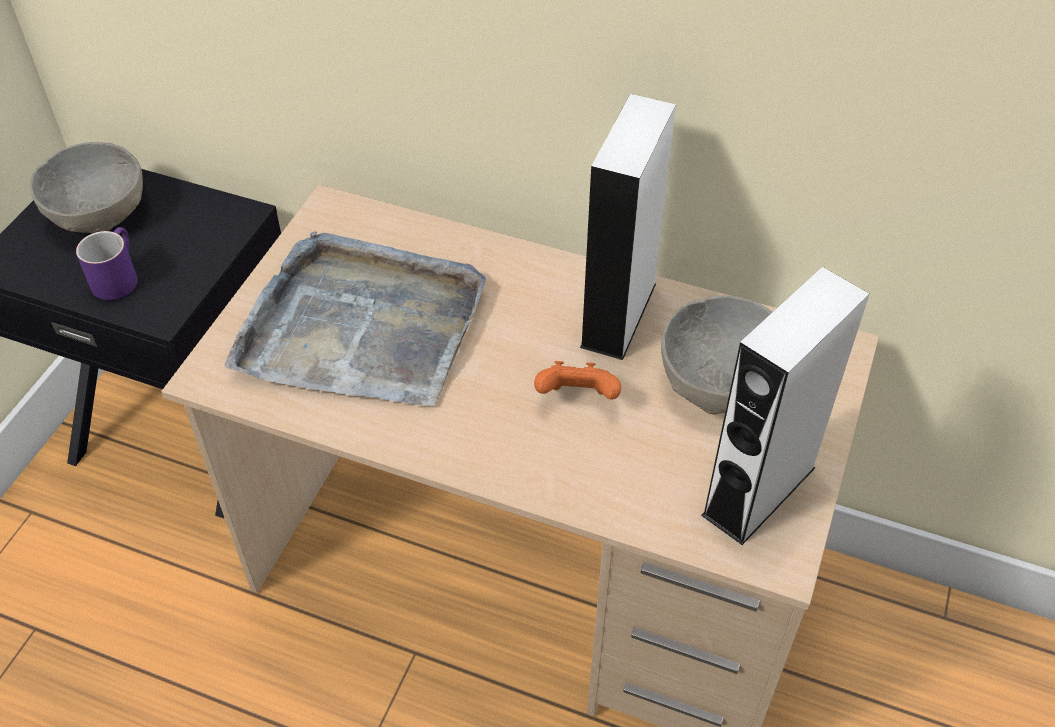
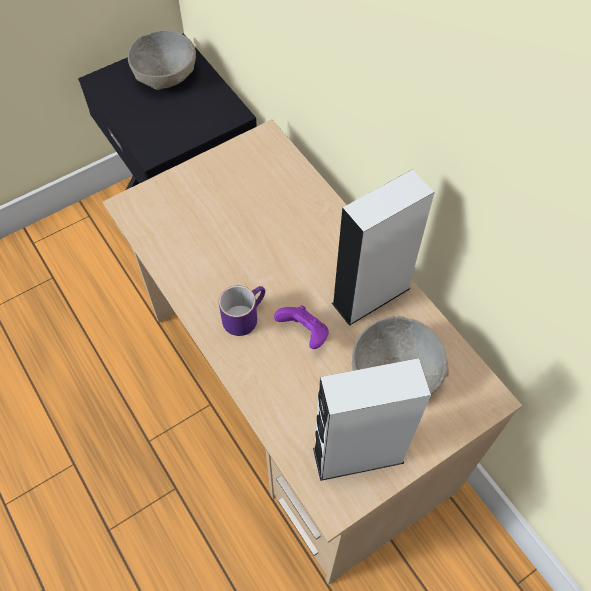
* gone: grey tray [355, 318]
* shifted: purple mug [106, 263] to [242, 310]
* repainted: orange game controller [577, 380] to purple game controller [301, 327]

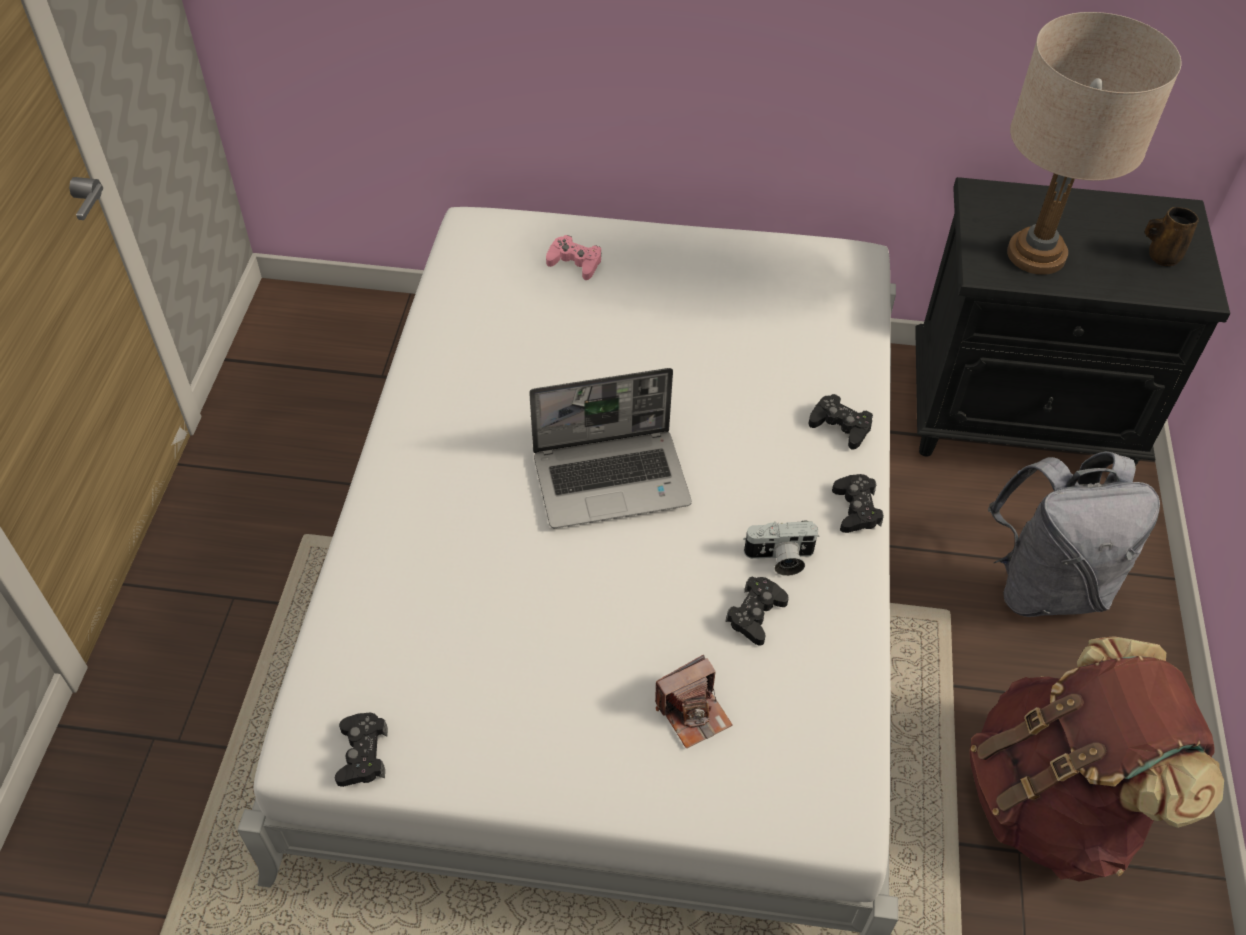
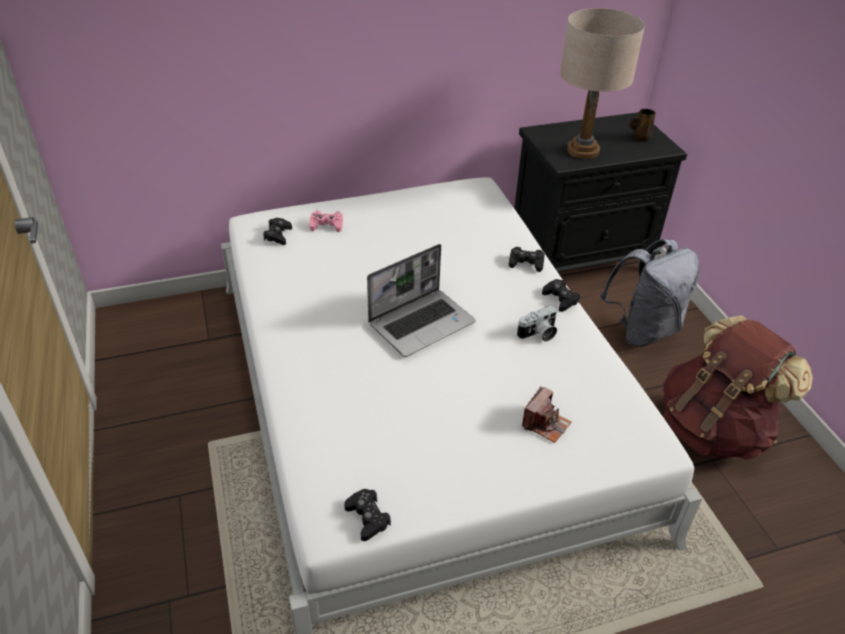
* shifted: black game controller [757, 611] to [277, 231]

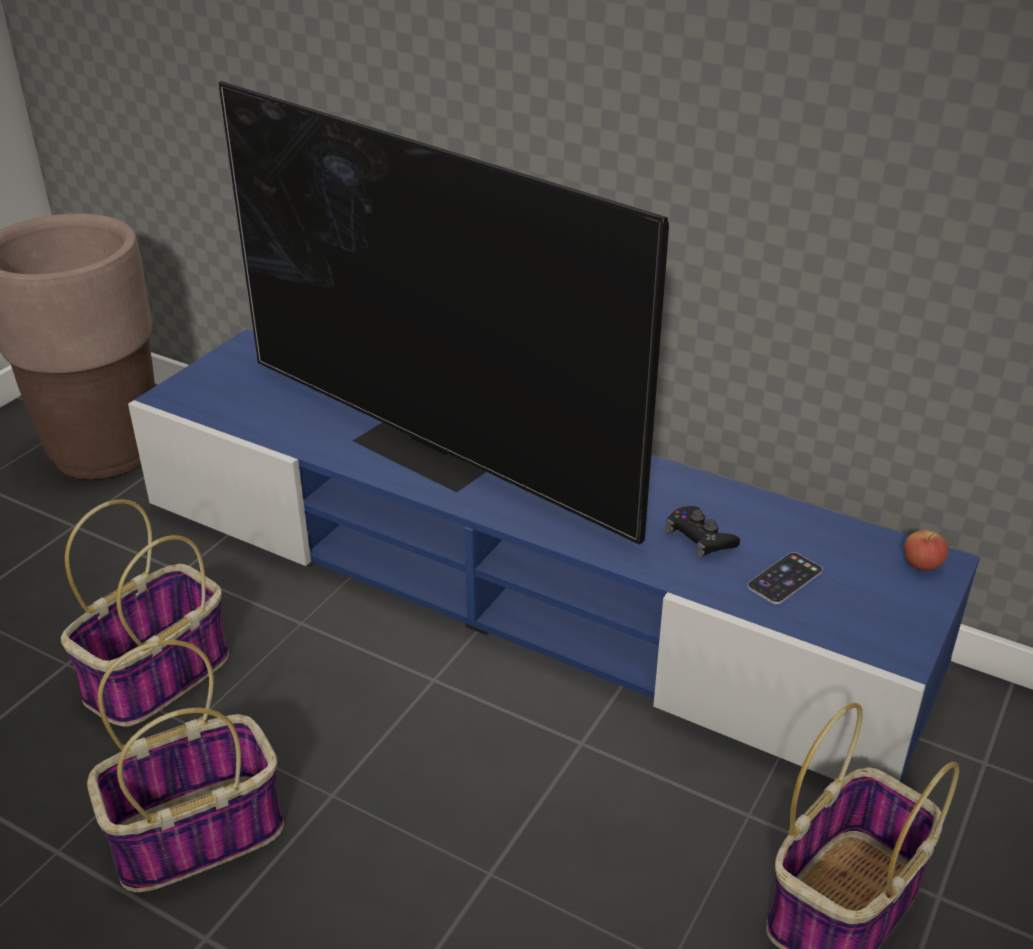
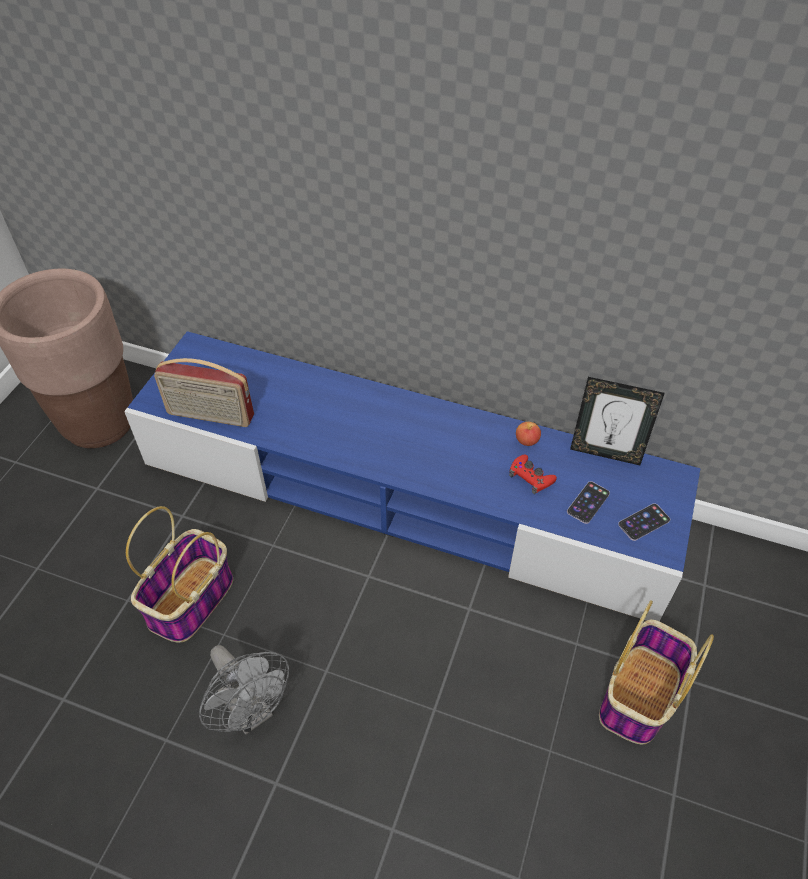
* gone: television [443, 313]
* new: radio [204, 392]
* new: picture frame [617, 421]
* new: phone [644, 522]
* shifted: apple [926, 550] to [528, 434]
* swapped: basket [185, 766] to grey fan [244, 690]
* repainted: black game controller [703, 532] to red game controller [533, 474]

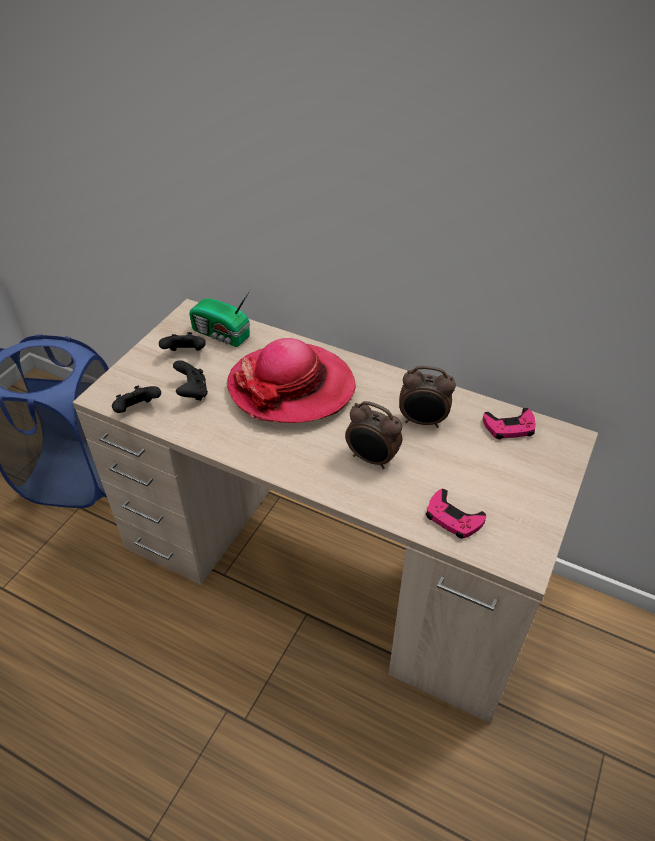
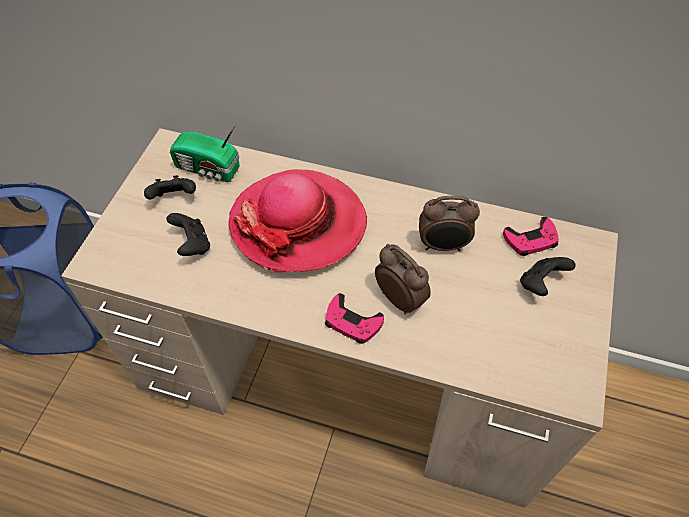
* shifted: black game controller [136, 399] to [548, 276]
* shifted: pink game controller [456, 514] to [354, 318]
* rotated: alarm clock [373, 435] = [403, 279] 150 degrees counterclockwise

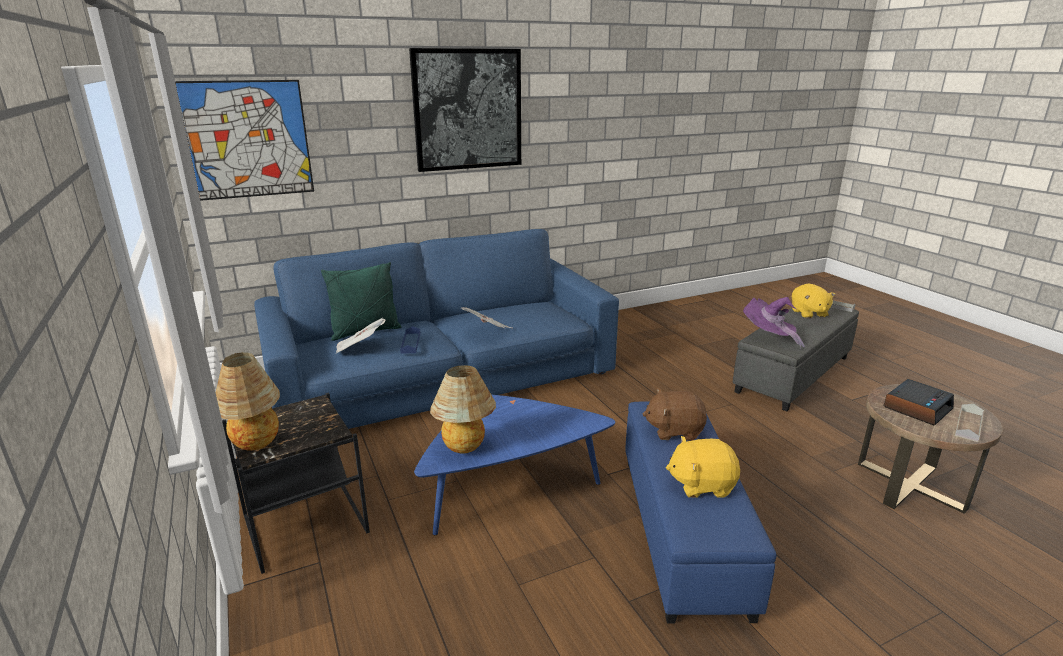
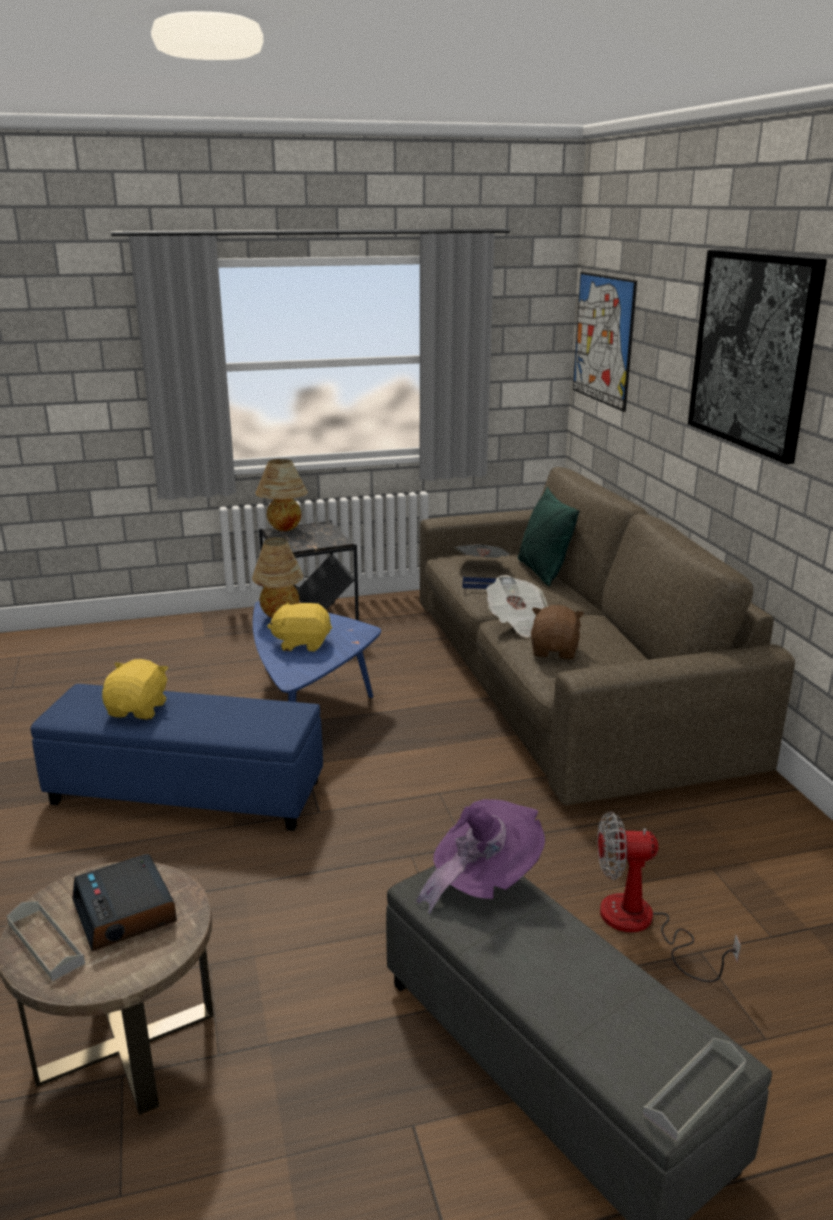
* new: fan [669, 897]
* shifted: brown plush toy [675, 414] to [557, 632]
* shifted: yellow plush toy [814, 300] to [299, 626]
* repainted: blue sofa [436, 329] to brown sofa [607, 636]

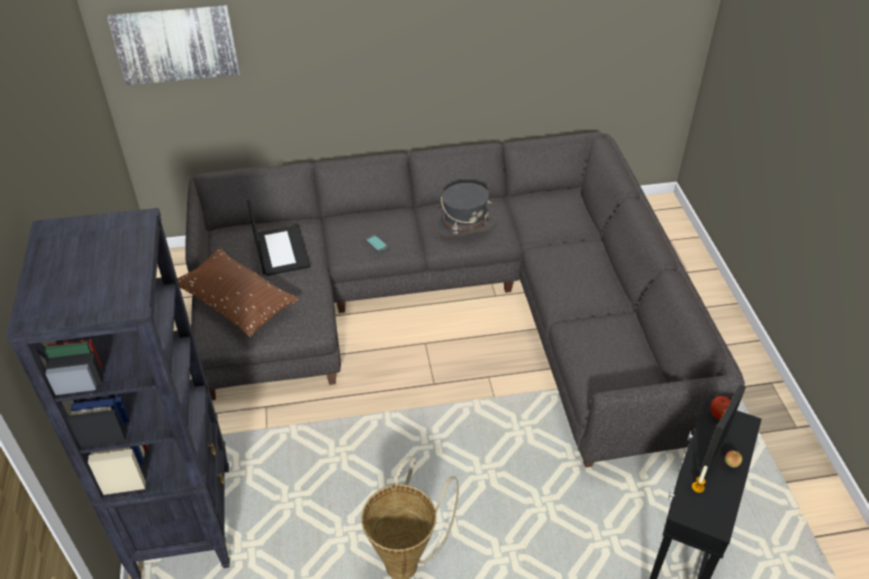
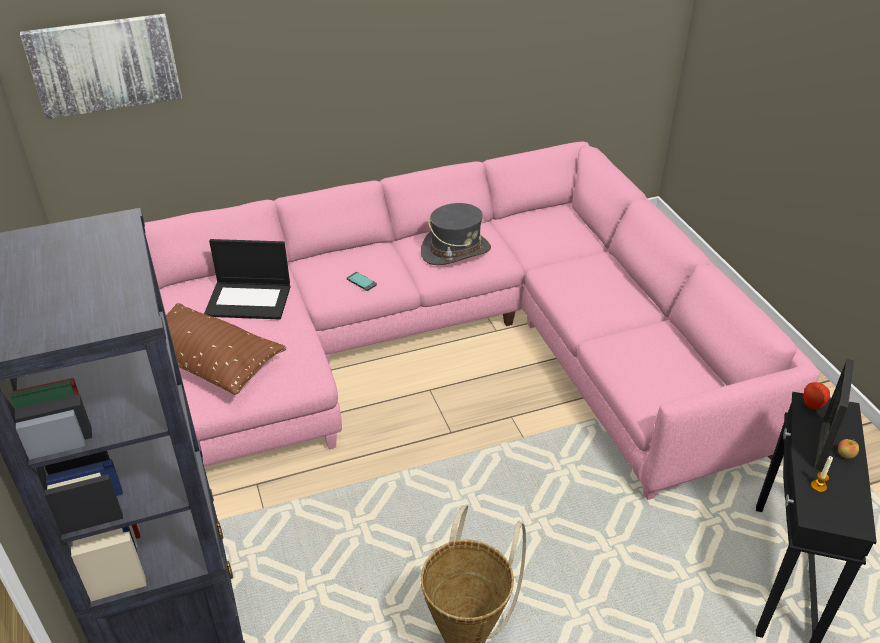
* repainted: grey sofa [465, 300] to pink sofa [482, 320]
* rotated: laptop [279, 238] = [247, 279] 120 degrees clockwise

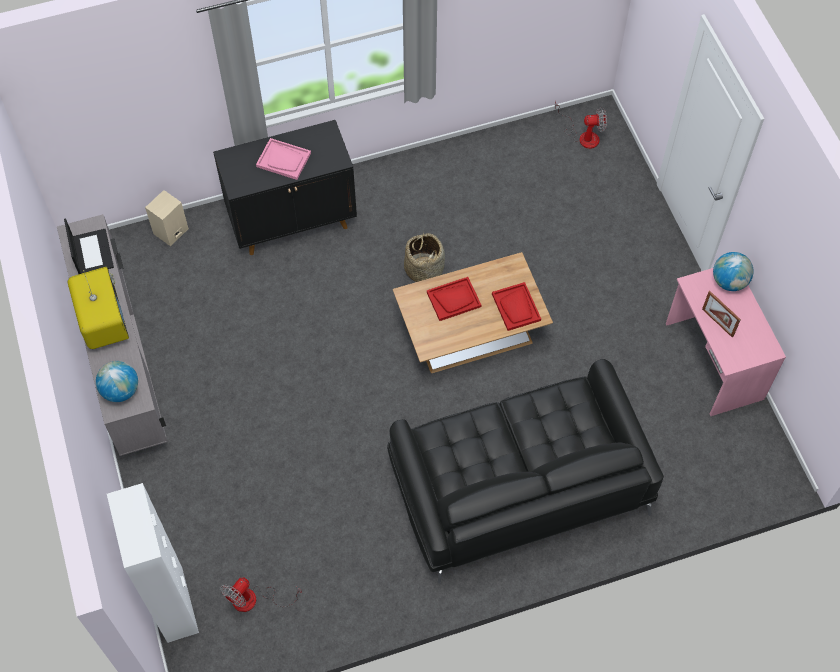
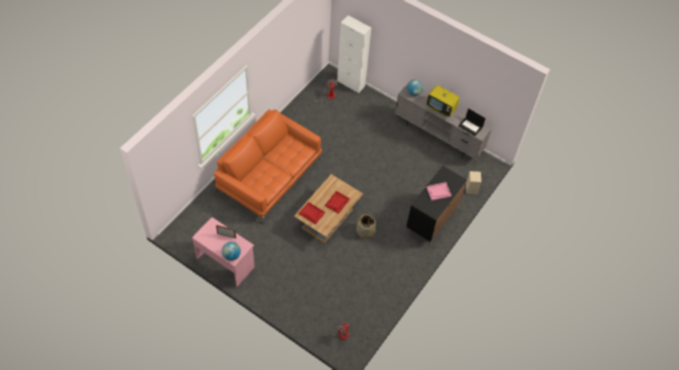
* repainted: black sofa [525, 471] to orange sofa [268, 166]

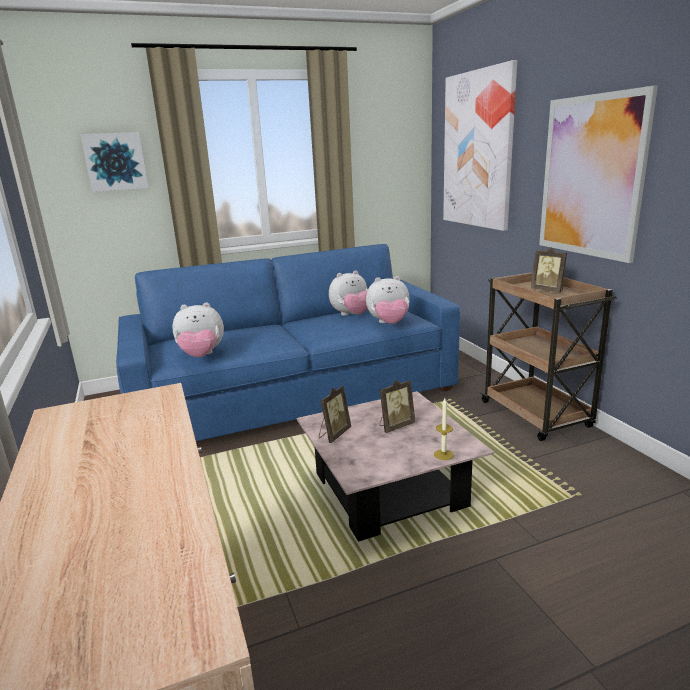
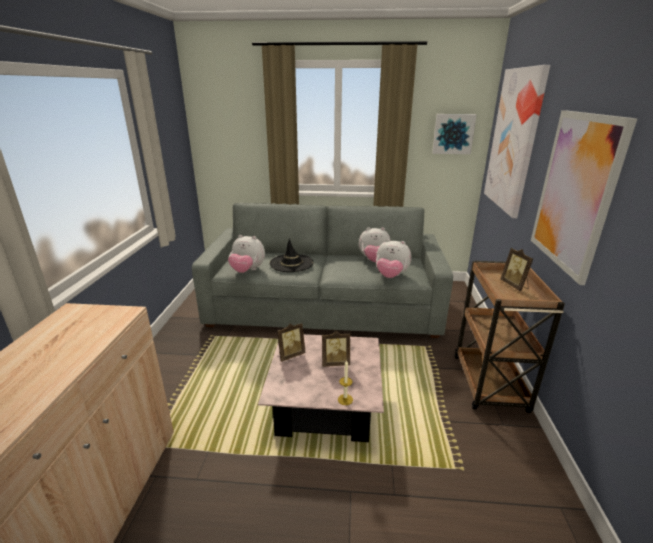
* new: black hat [292, 255]
* shifted: picture [115, 162] to [454, 134]
* repainted: blue sofa [288, 342] to grey sofa [322, 270]

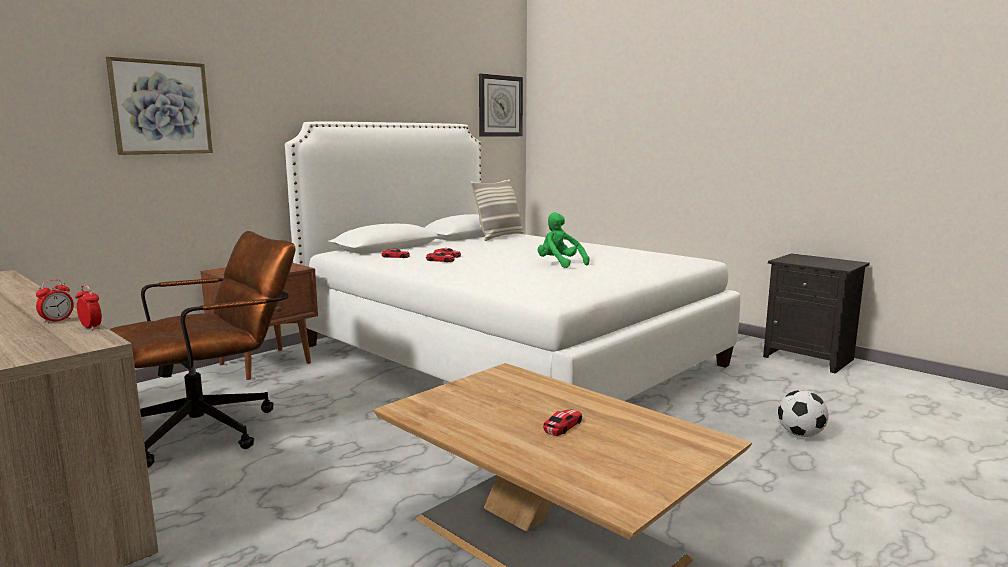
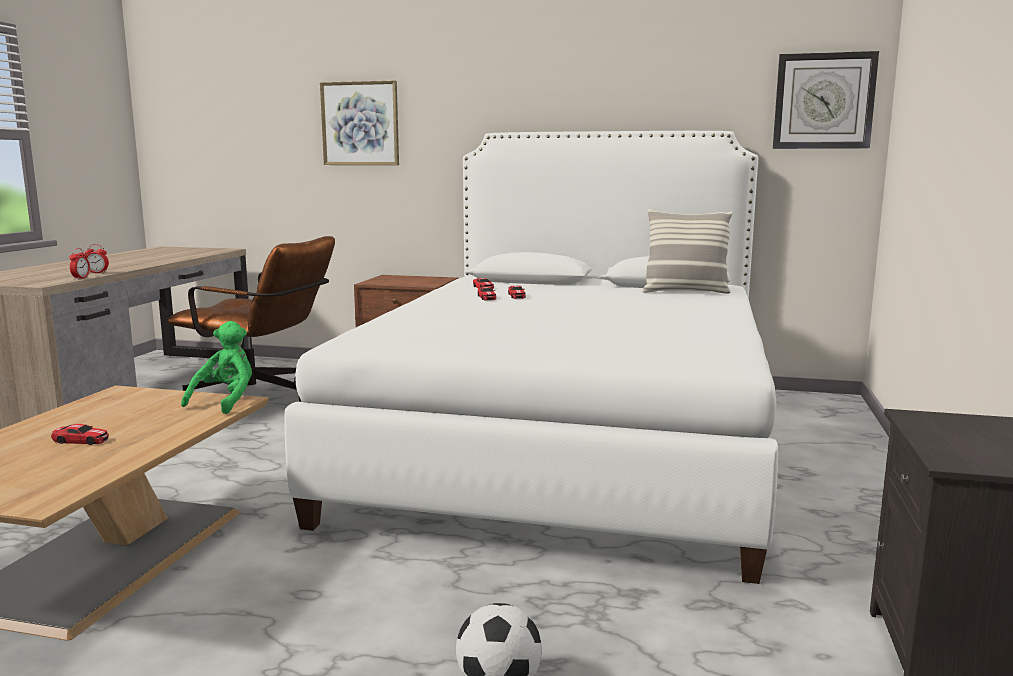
* shifted: green plush toy [564, 240] to [216, 367]

